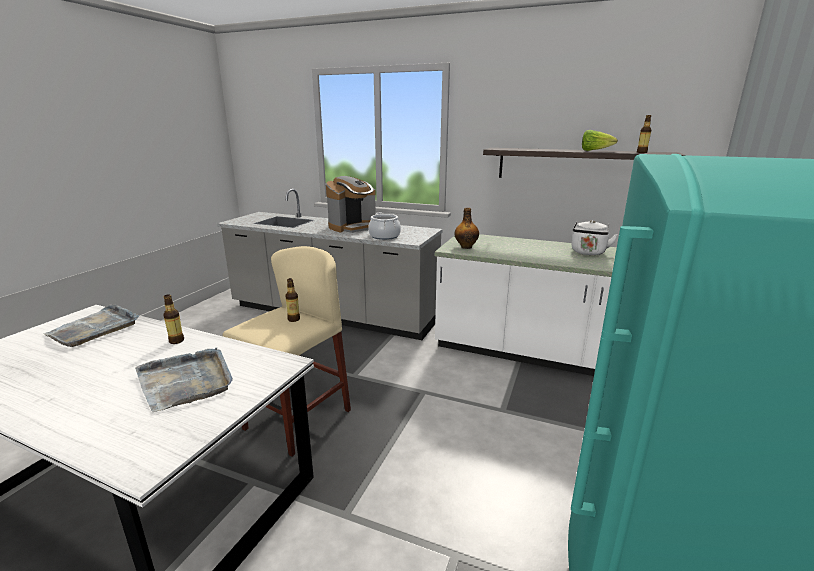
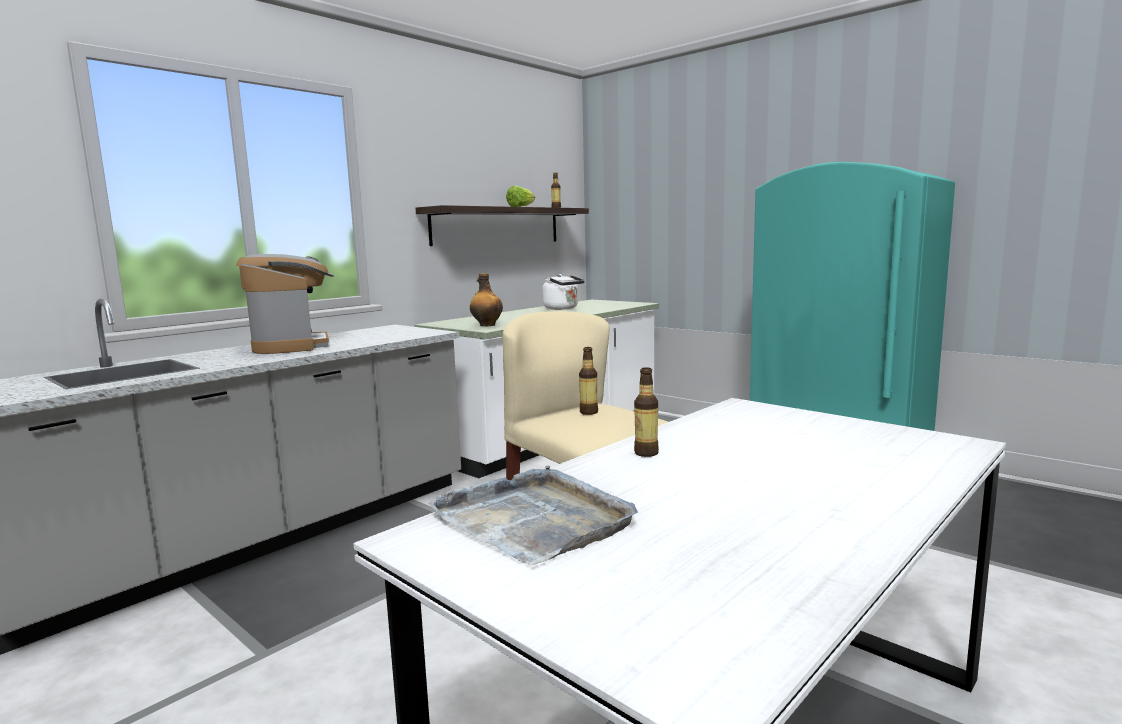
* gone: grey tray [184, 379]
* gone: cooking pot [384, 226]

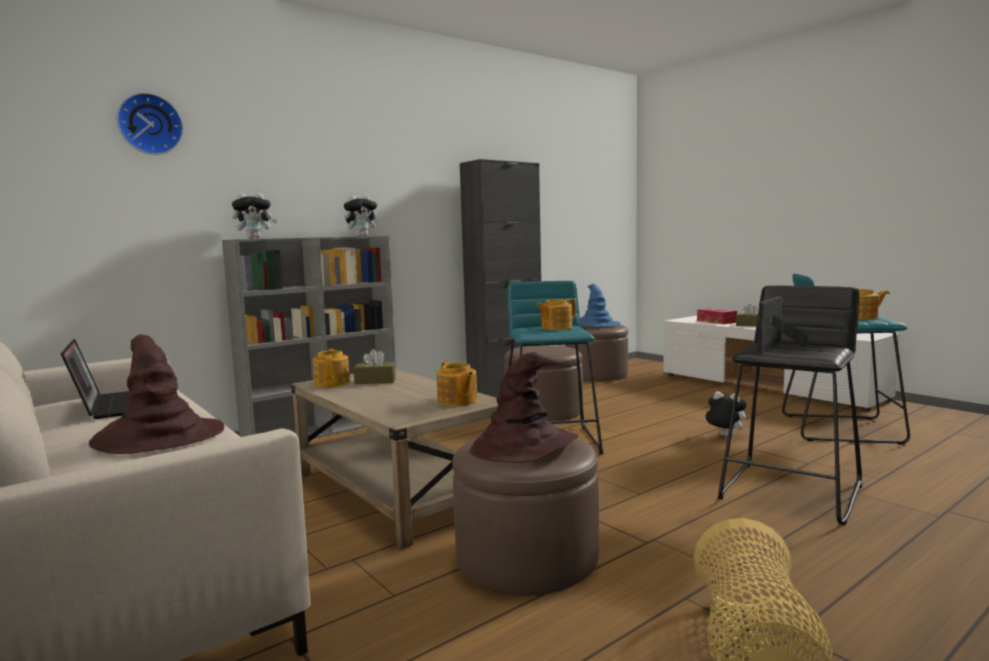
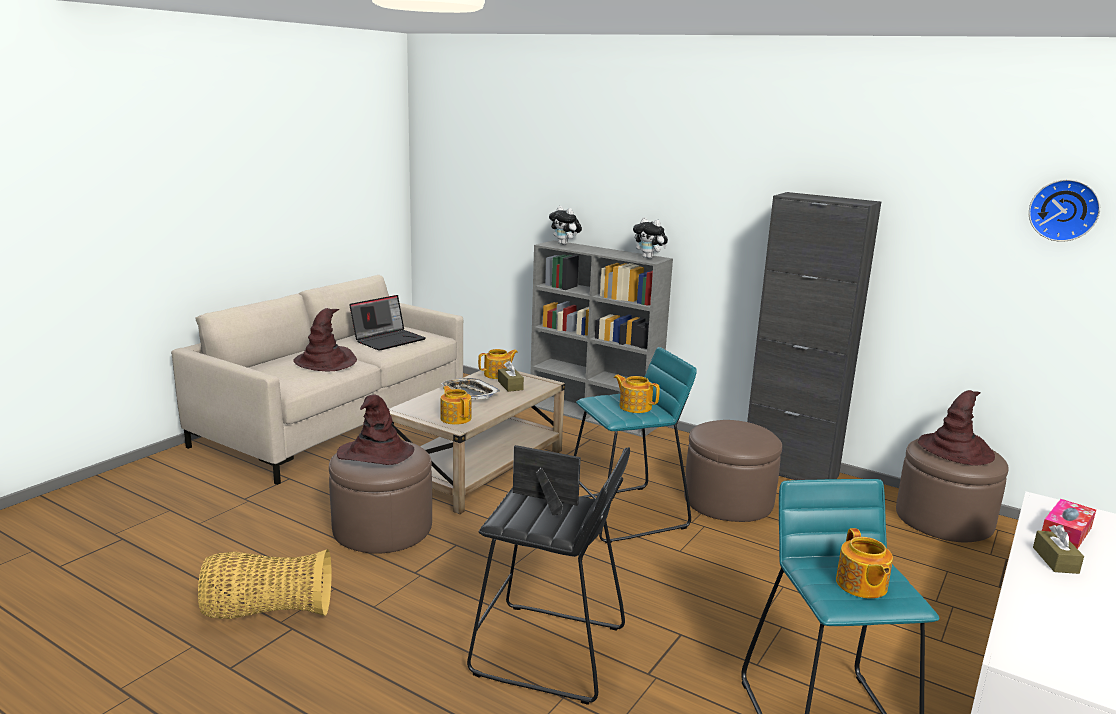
* gone: plush toy [725, 413]
* new: tray [471, 388]
* shifted: wall clock [150, 124] to [1064, 210]
* repainted: blue hat [600, 305] to brown hat [956, 428]
* rotated: teapot [457, 383] = [455, 405] 105 degrees clockwise

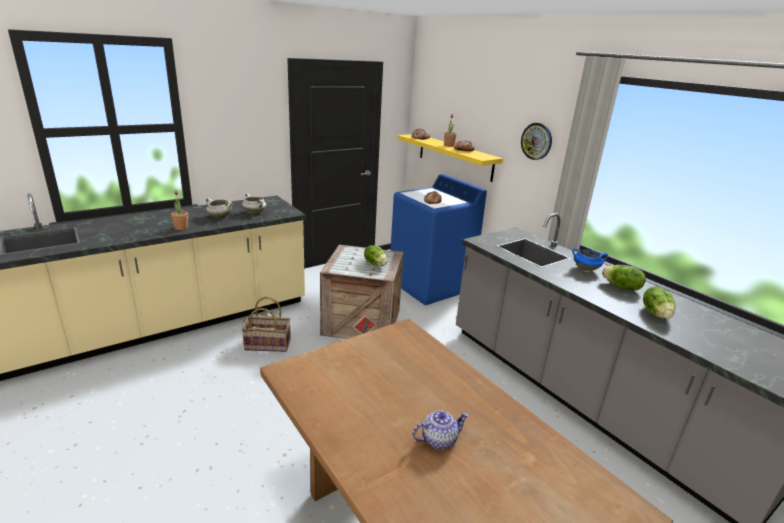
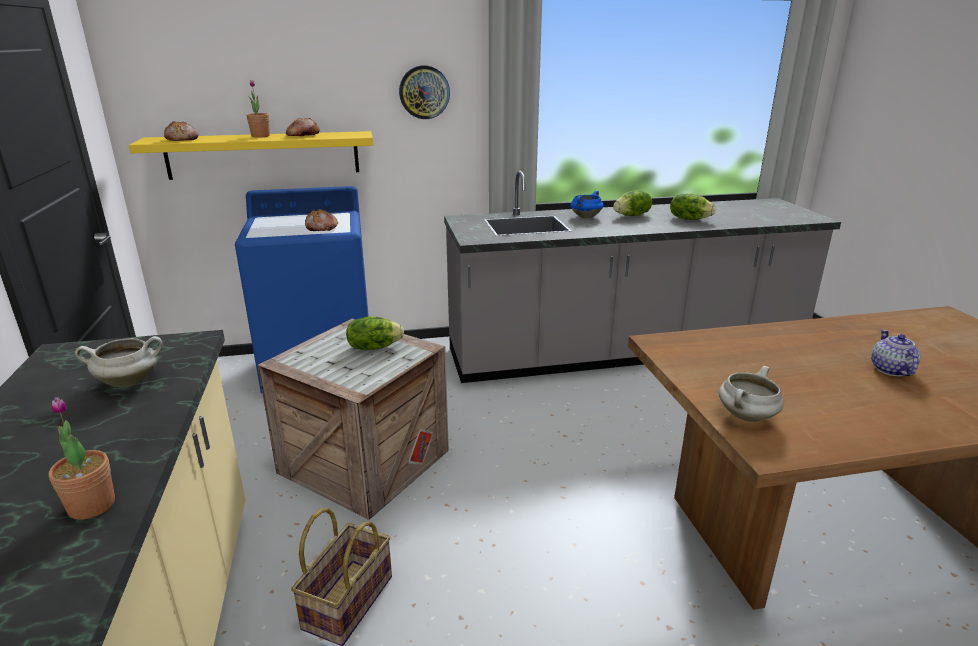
* shifted: white cooking pot [219, 208] to [751, 394]

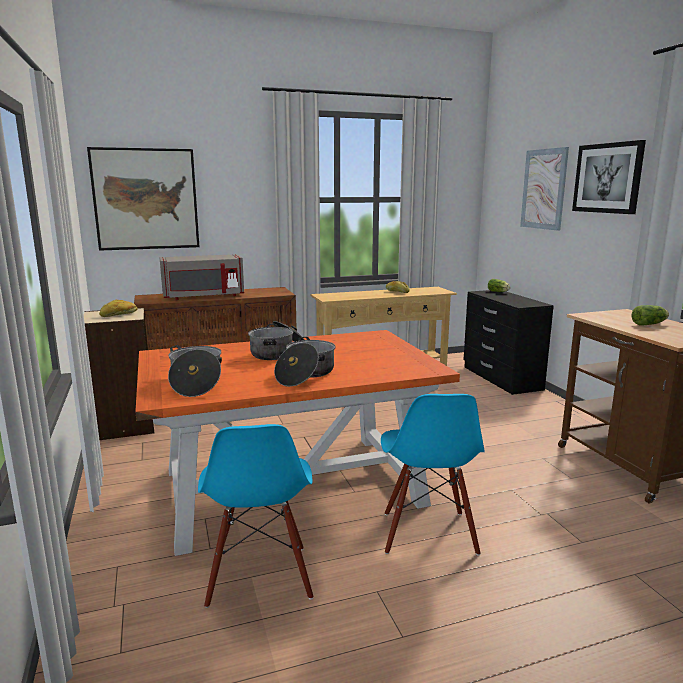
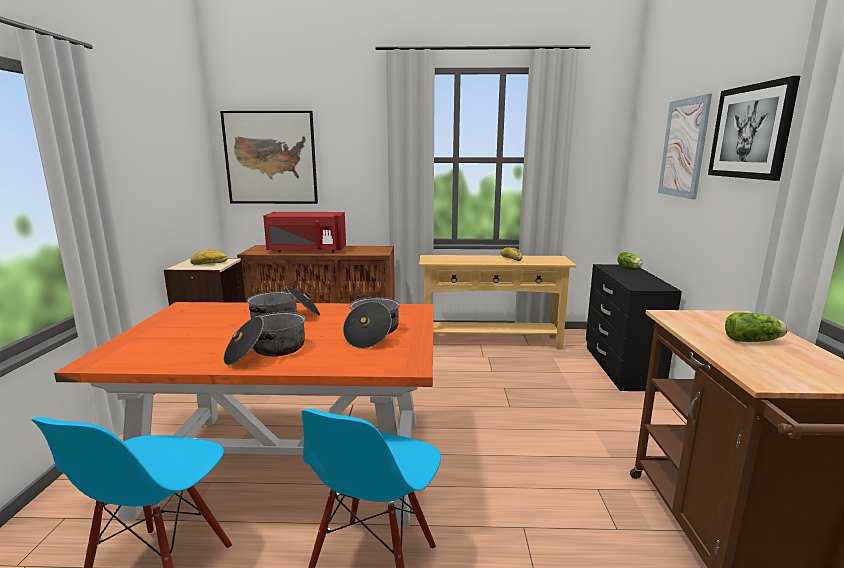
* shifted: cooking pot [195, 371] to [371, 321]
* repainted: grey microwave [202, 277] to red microwave [304, 232]

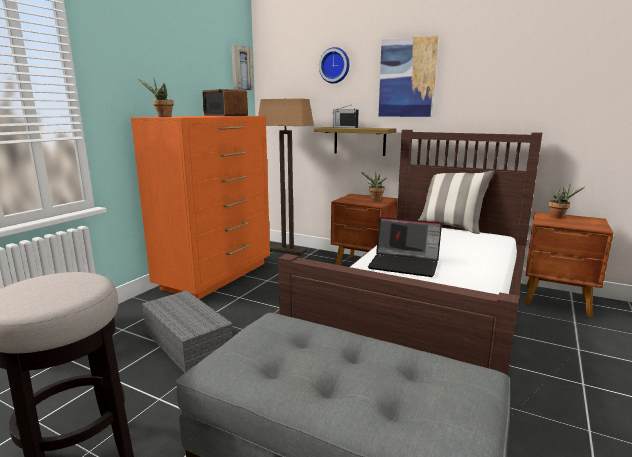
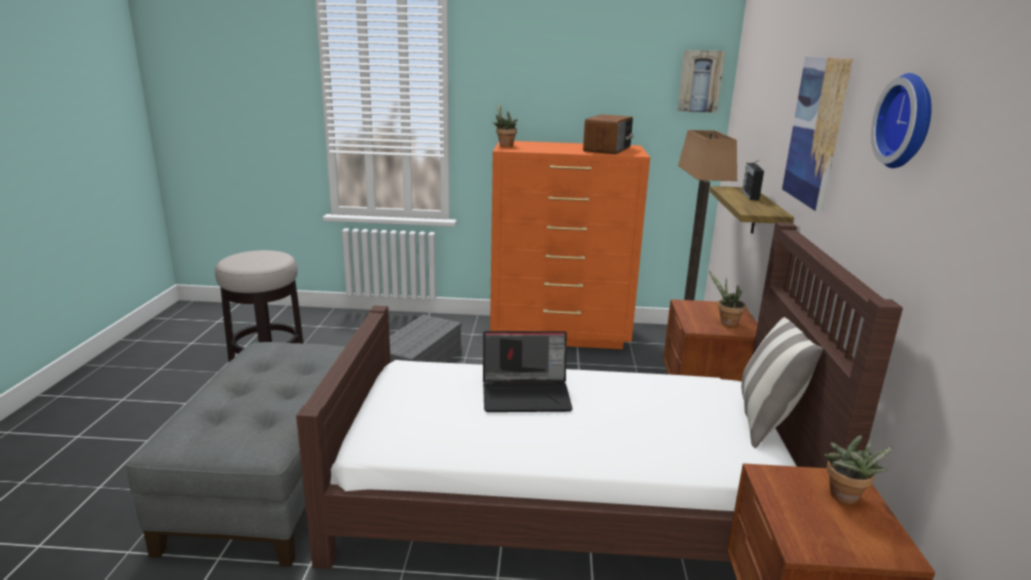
* shifted: wall clock [334, 65] to [901, 120]
* rotated: laptop [405, 247] = [528, 371] 90 degrees counterclockwise

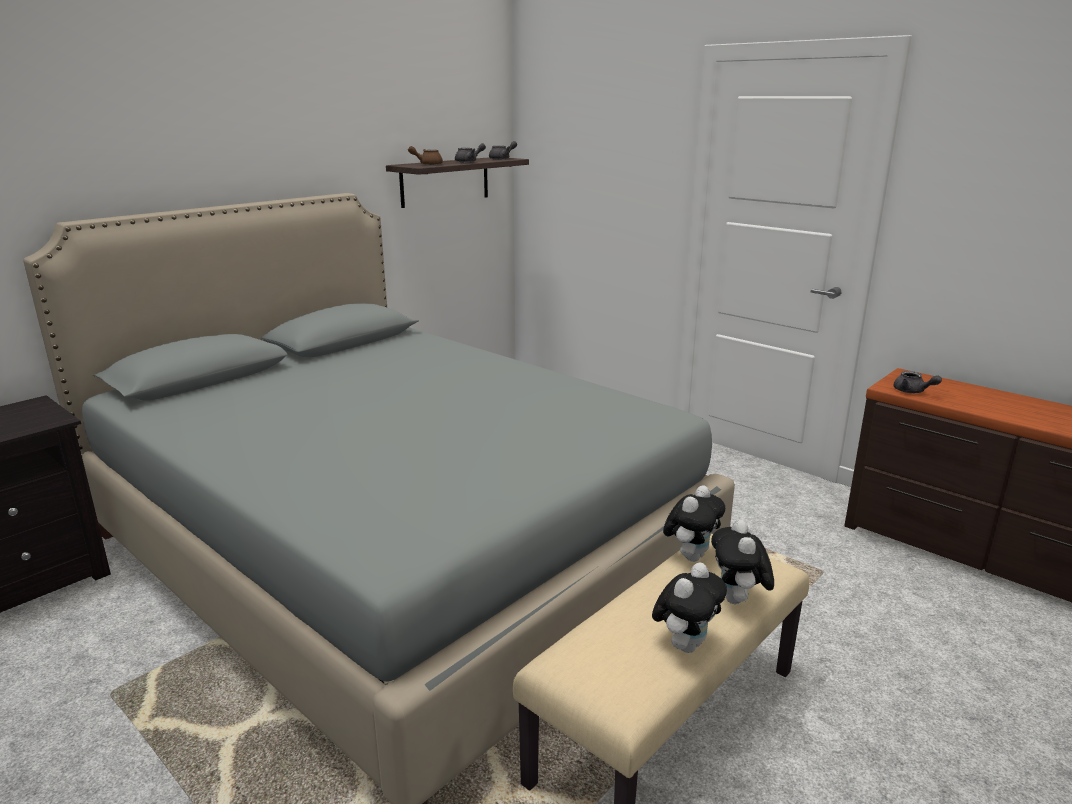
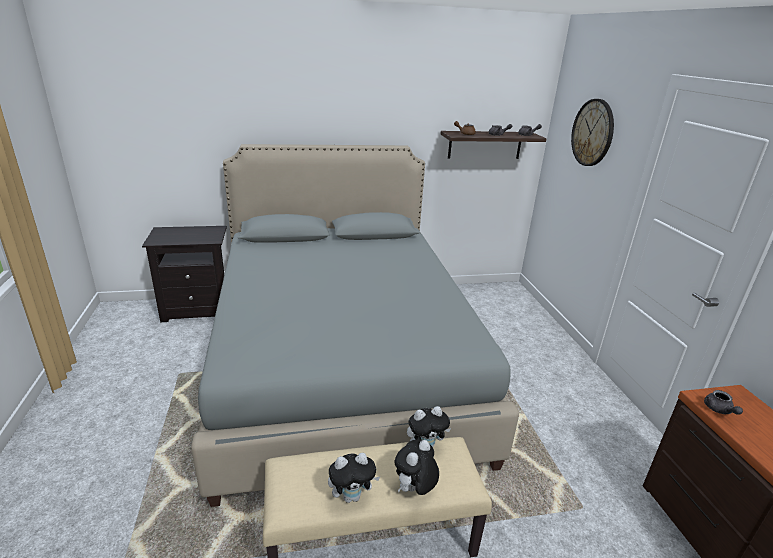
* new: wall clock [592, 132]

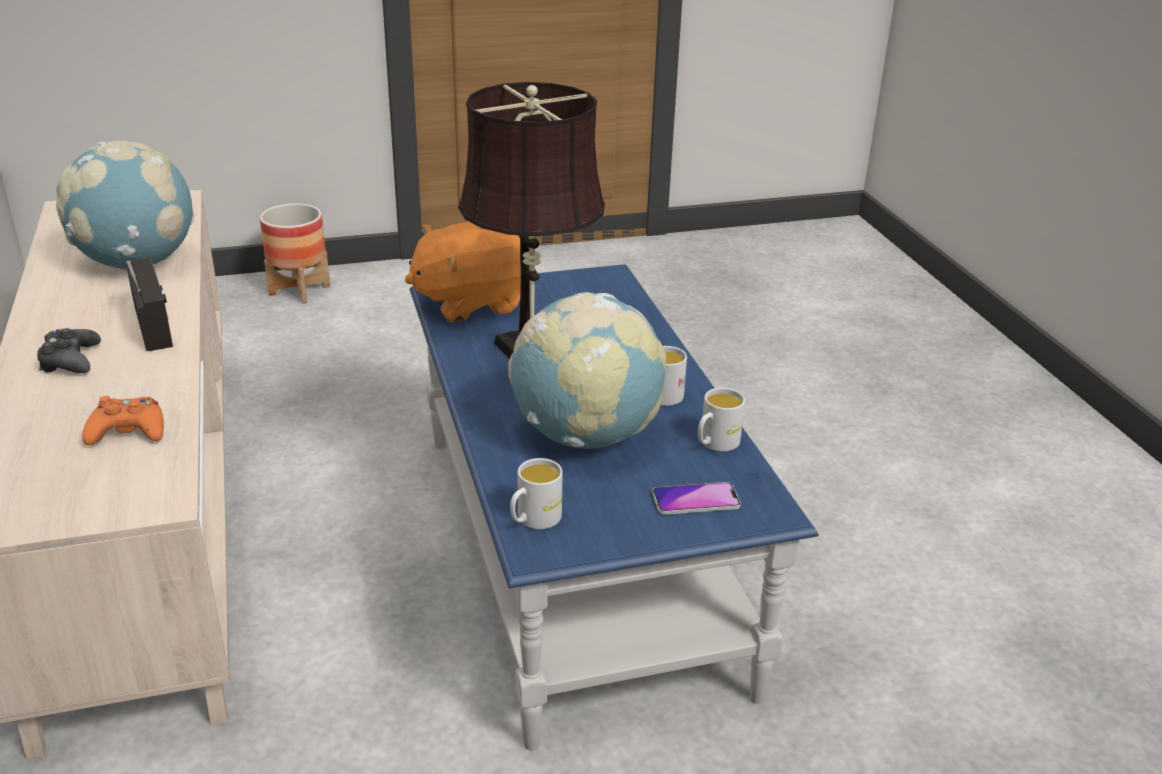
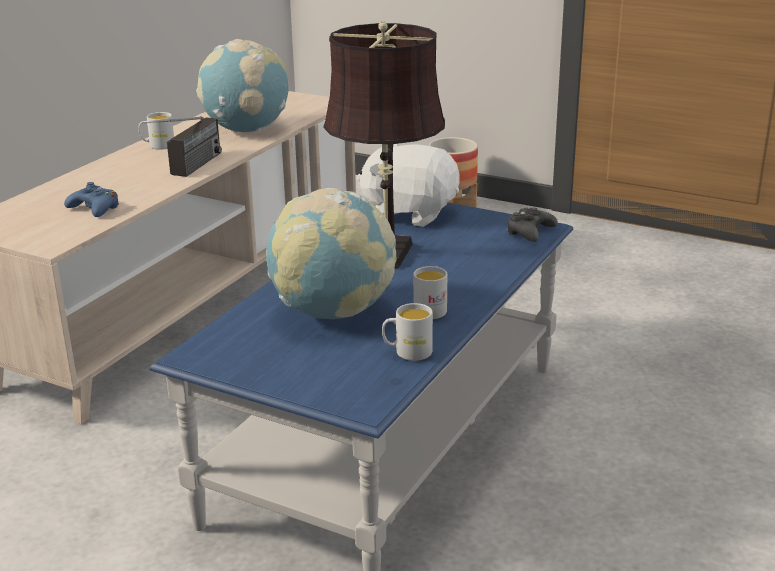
* gone: phone [696, 498]
* shifted: black game controller [69, 350] to [532, 224]
* shifted: white mug [536, 493] to [156, 131]
* repainted: orange game controller [123, 420] to blue game controller [91, 199]
* repainted: orange plush toy [463, 272] to white plush toy [408, 185]

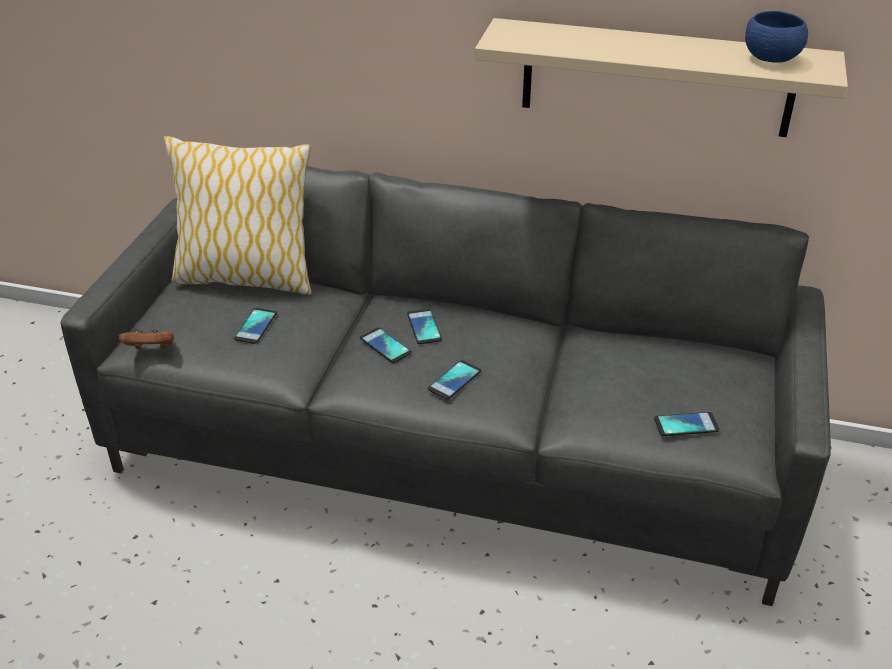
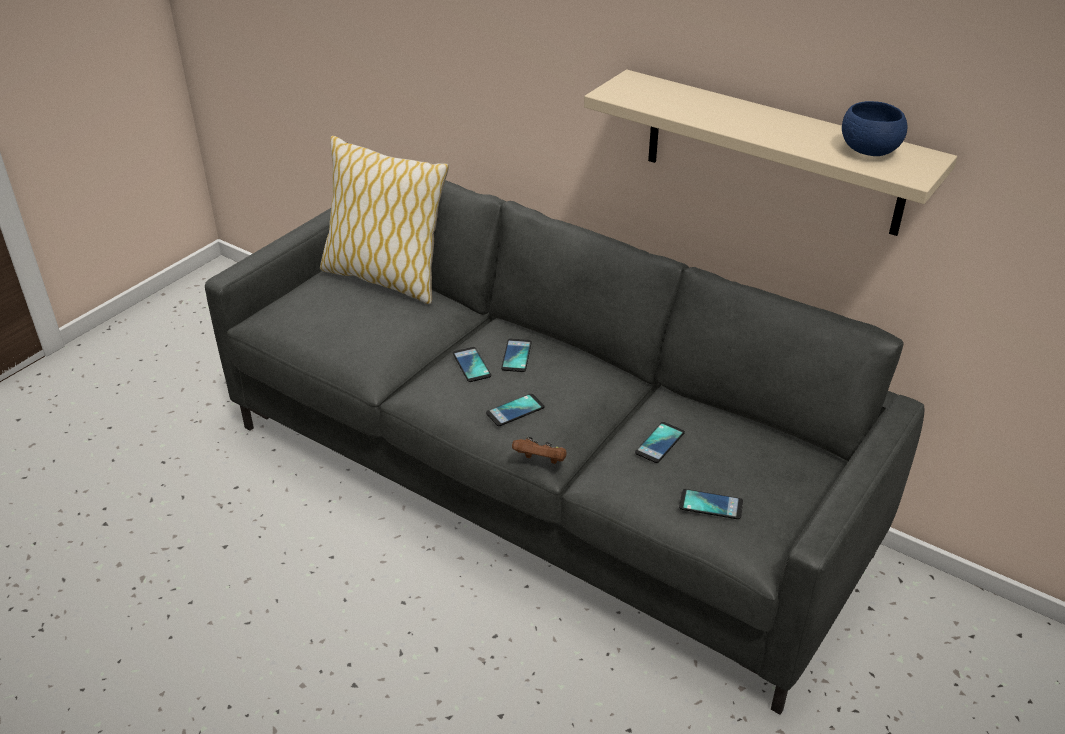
* shifted: brown game controller [146, 339] to [539, 450]
* shifted: phone [255, 326] to [660, 442]

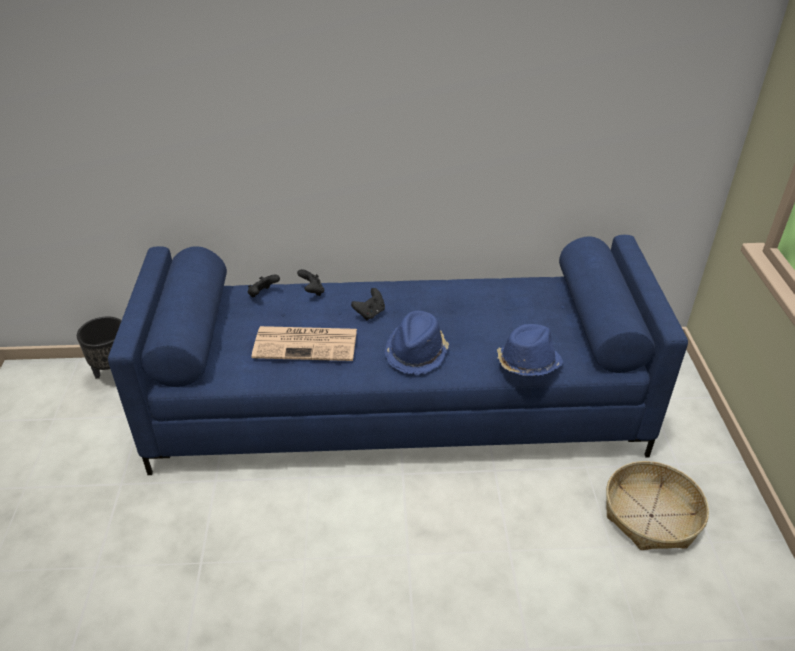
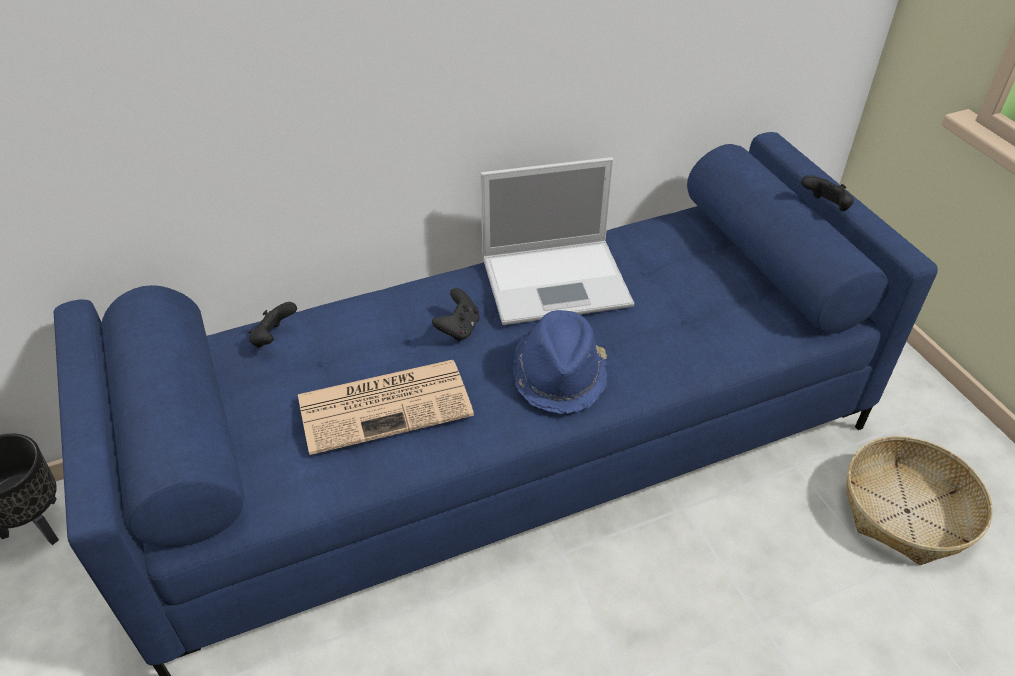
* gone: blue hat [530, 350]
* new: laptop [557, 241]
* shifted: black game controller [310, 282] to [827, 193]

